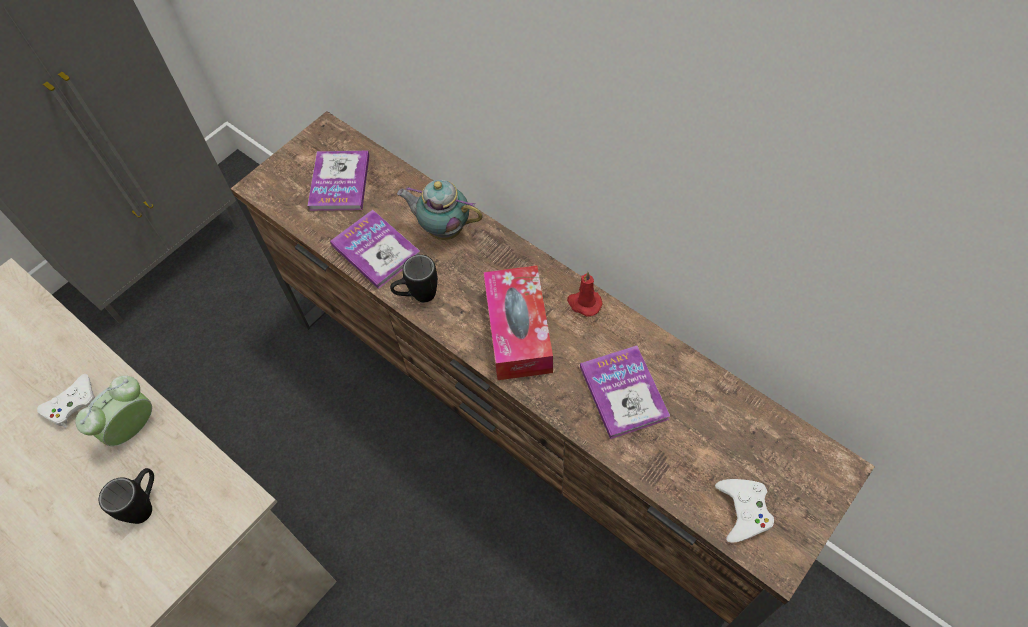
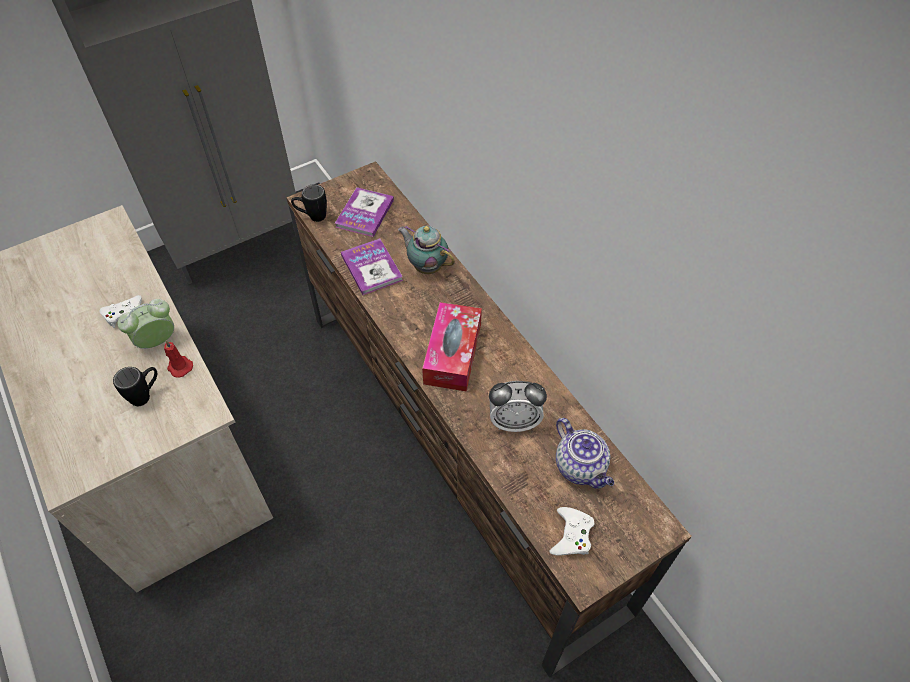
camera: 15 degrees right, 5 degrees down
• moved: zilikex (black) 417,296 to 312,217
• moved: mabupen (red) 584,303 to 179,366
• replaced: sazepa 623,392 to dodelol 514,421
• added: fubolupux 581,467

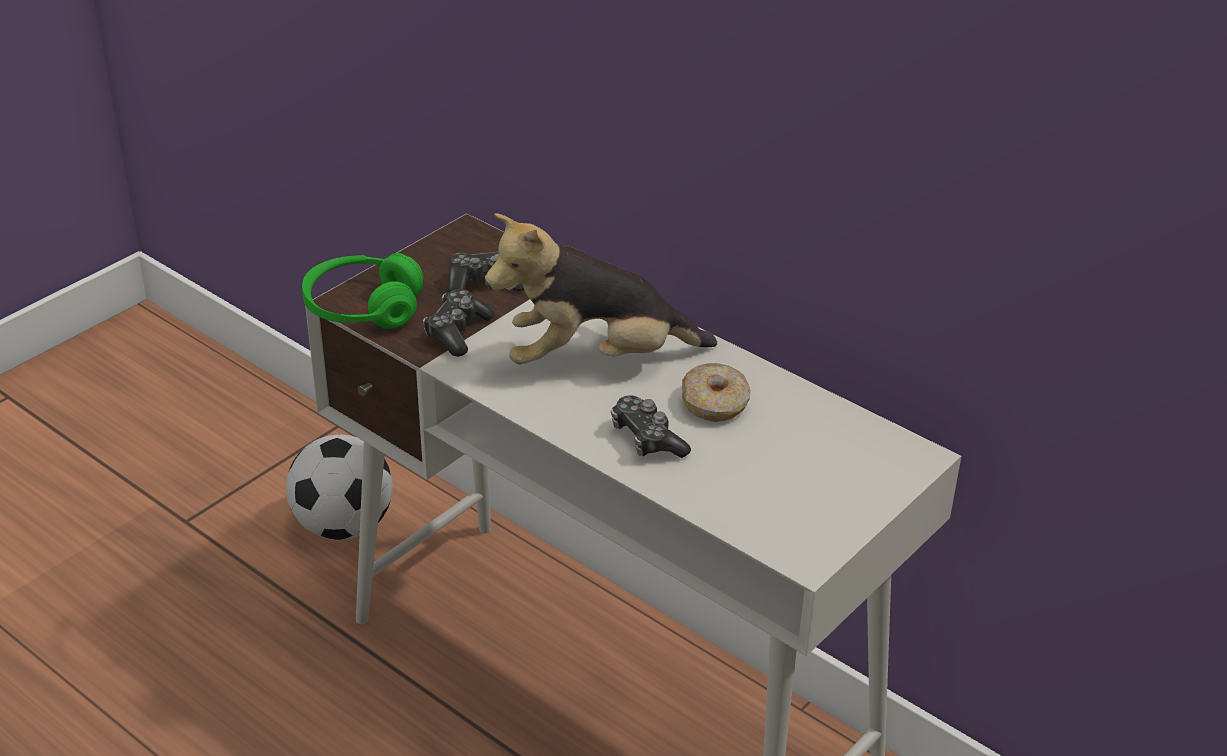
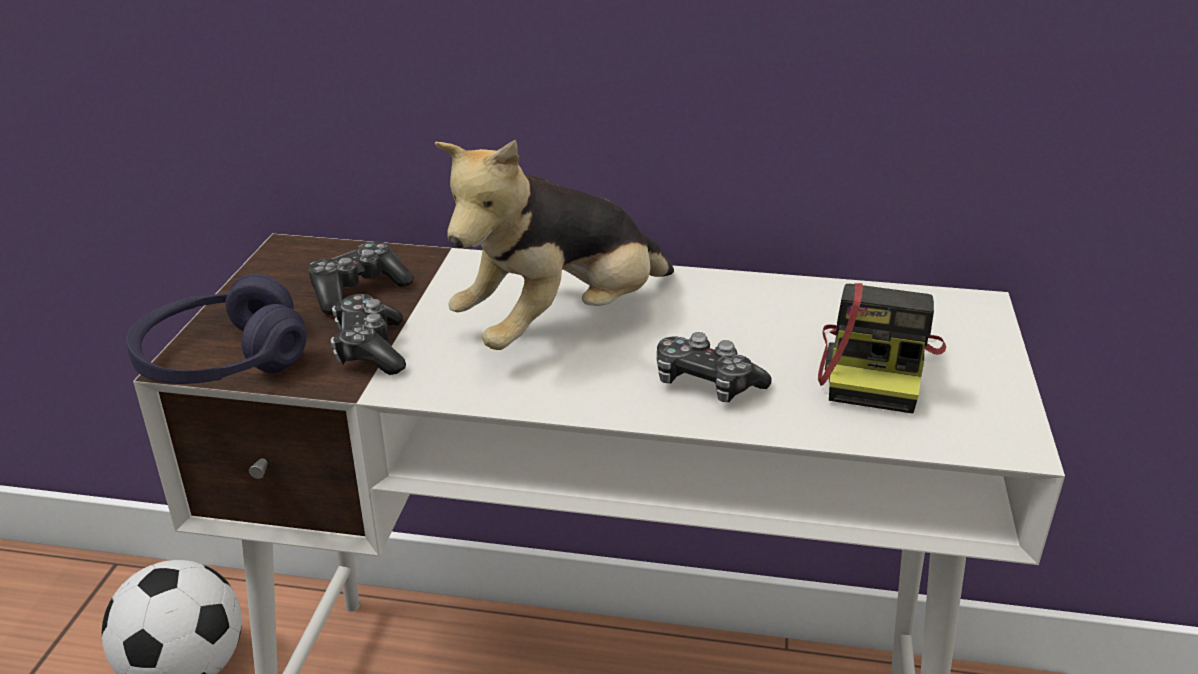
camera: 30 degrees left, 5 degrees down
• recoloured: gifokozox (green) 363,308 to gifokozox (purple) 222,361
• removed: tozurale 715,403
• added: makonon 877,367

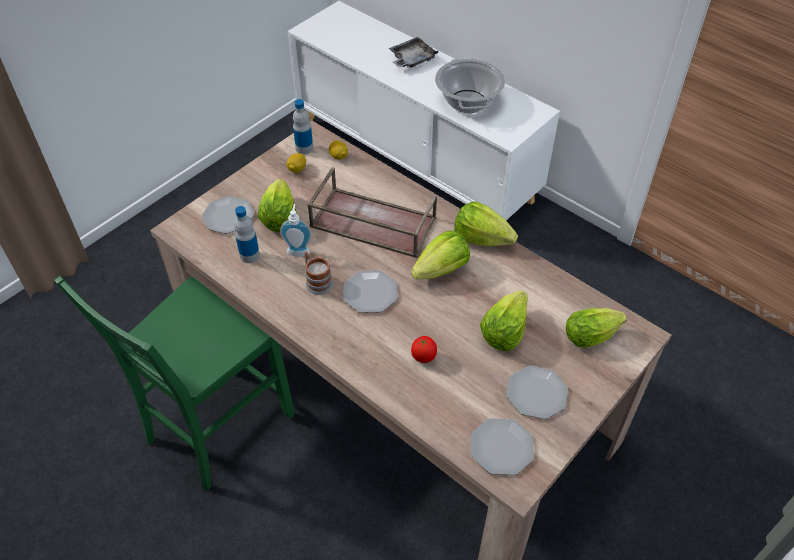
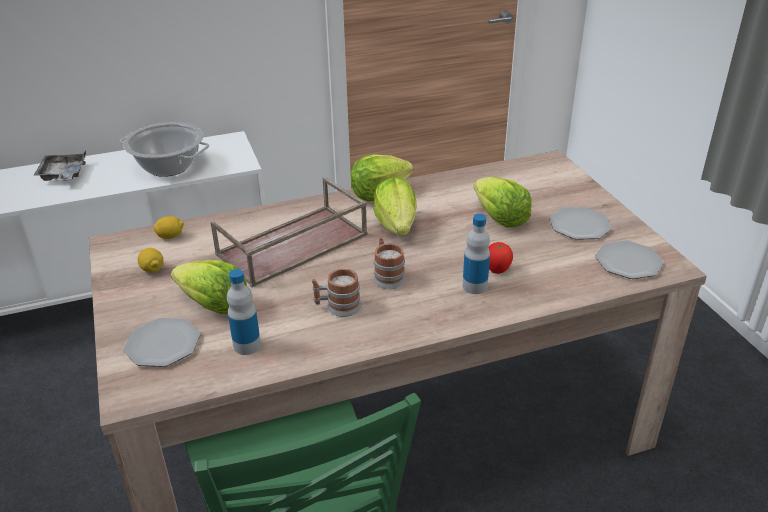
camera: 60 degrees left, 15 degrees down
• removed: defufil 298,250
• moved: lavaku 304,148 to 474,286
• replaced: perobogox 370,293 to zilikex 387,276
• removed: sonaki 593,335

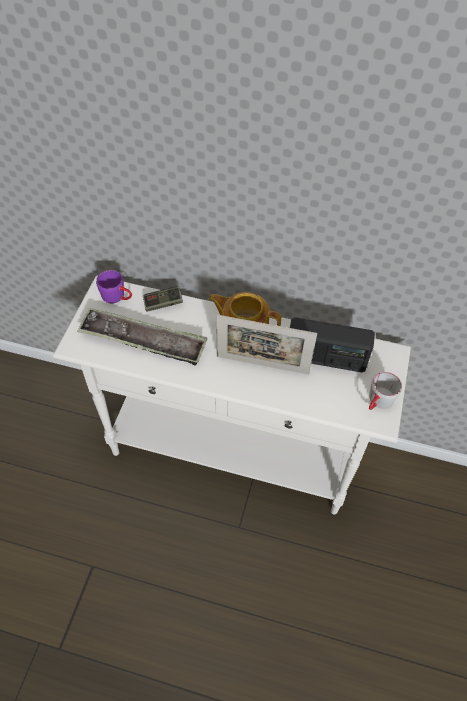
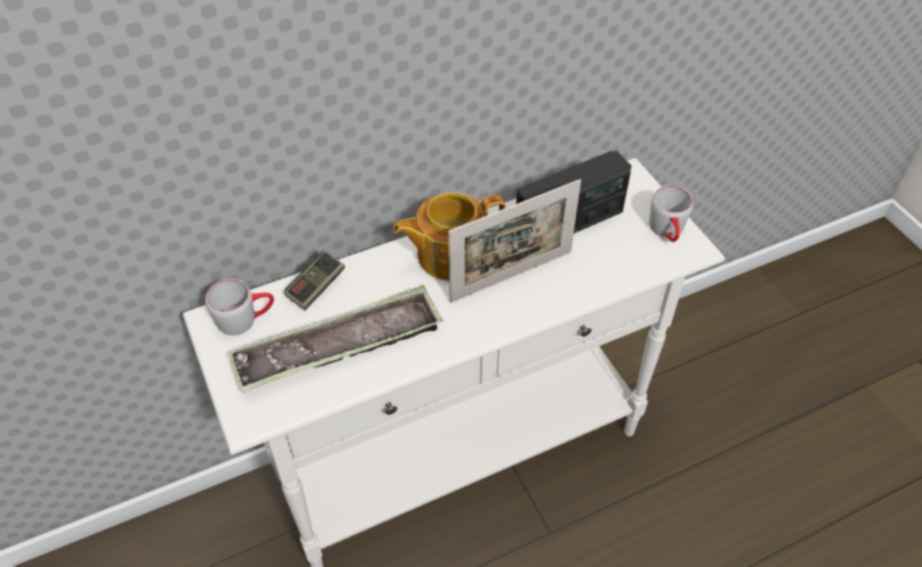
camera: 40 degrees left, 5 degrees down
• recoloured: zilikex (purple) 118,297 to zilikex (grey) 245,318

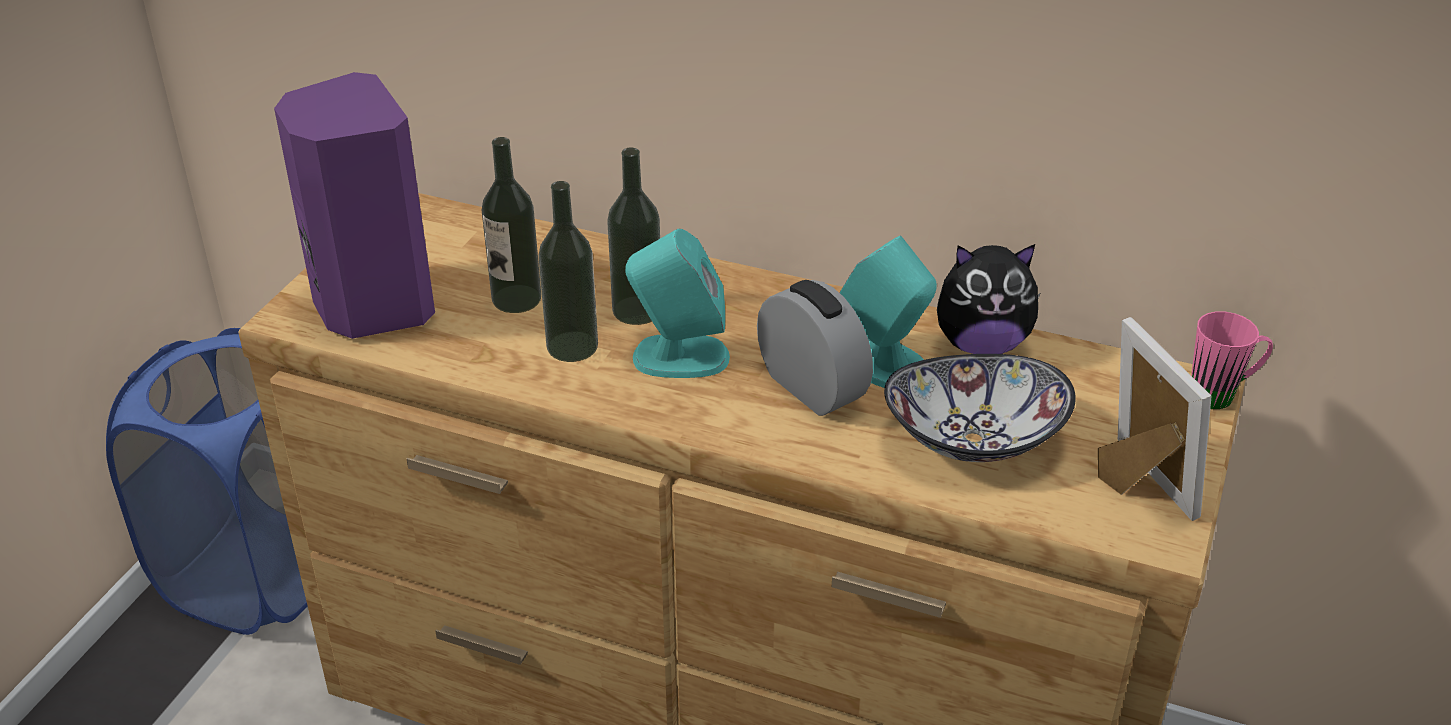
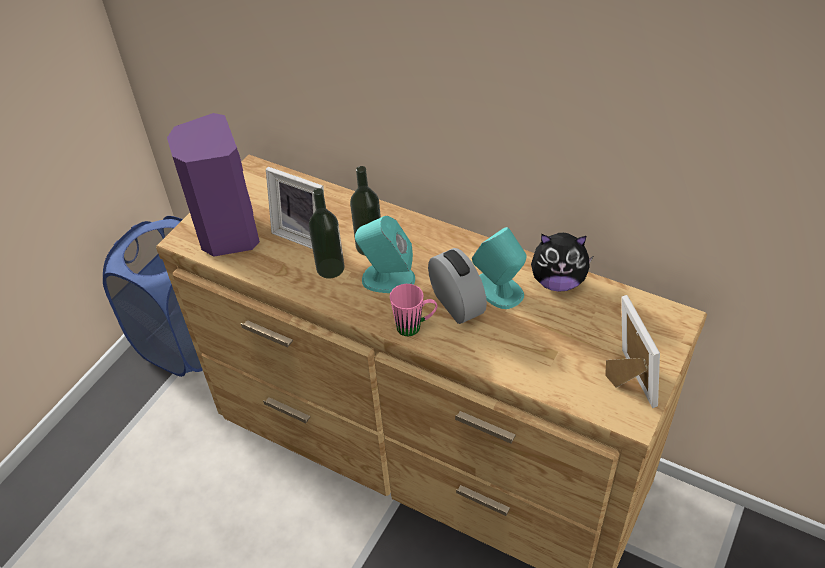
camera: 10 degrees right, 10 degrees up
• replaced: lavaku 516,299 to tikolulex 305,234
• removed: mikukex 973,438
• moved: zilikex (pink) 1222,395 to 415,327

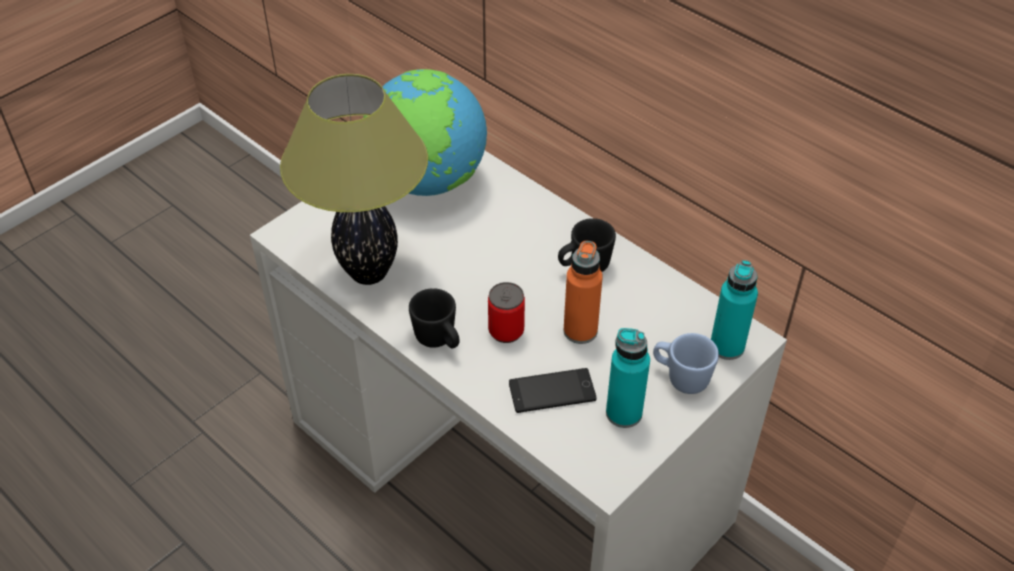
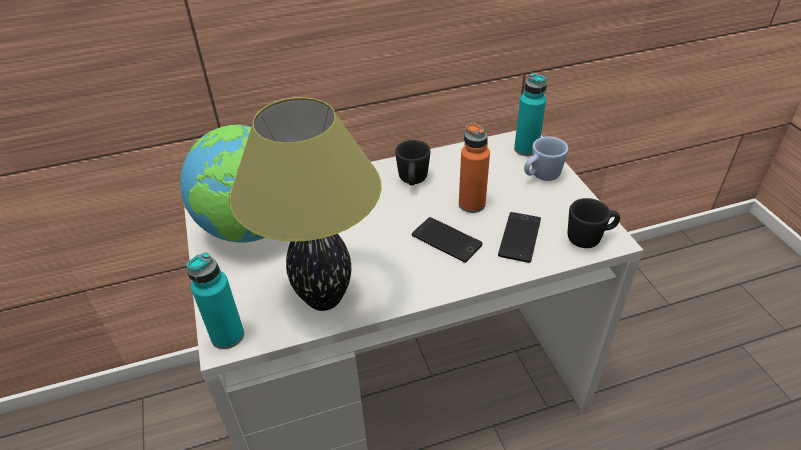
camera: 60 degrees left, 5 degrees down
• moved: zilikex (black) 439,340 to 589,238
• replaced: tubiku 506,330 to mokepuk 446,240
• moved: lavaku (turquoise) 624,413 to 227,336

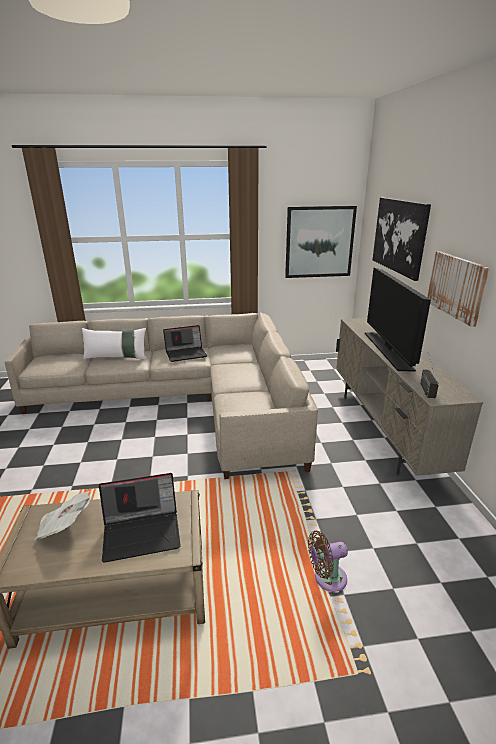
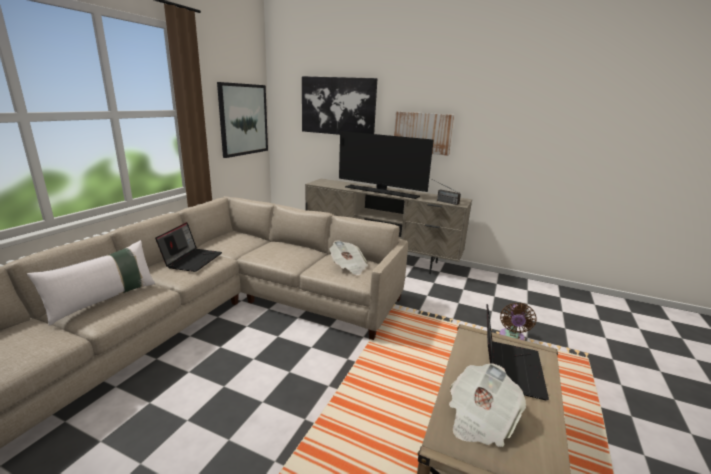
camera: 60 degrees left, 5 degrees down
• added: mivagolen 348,267

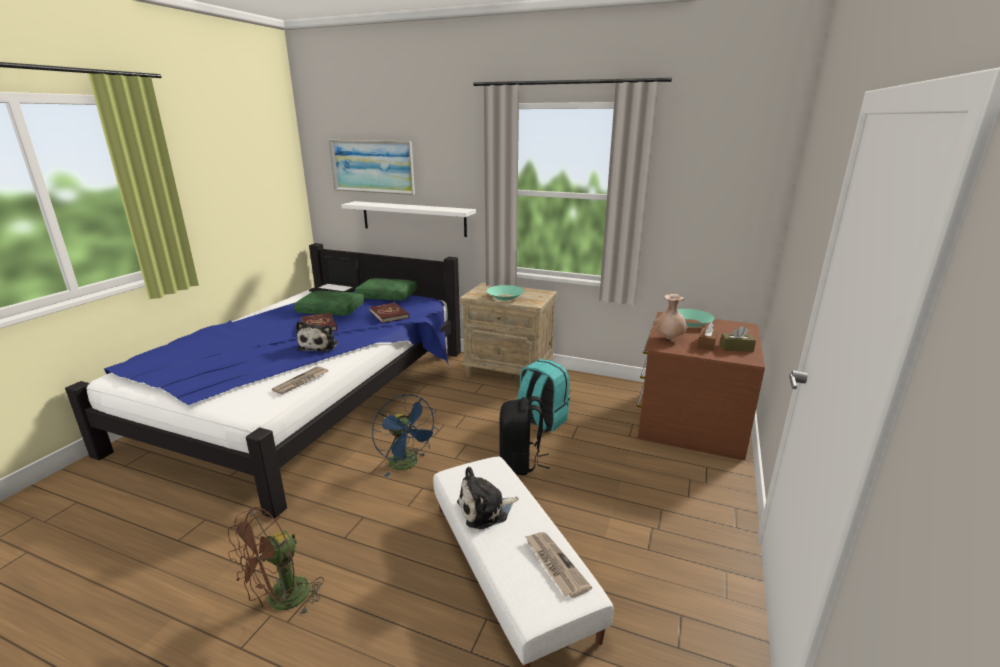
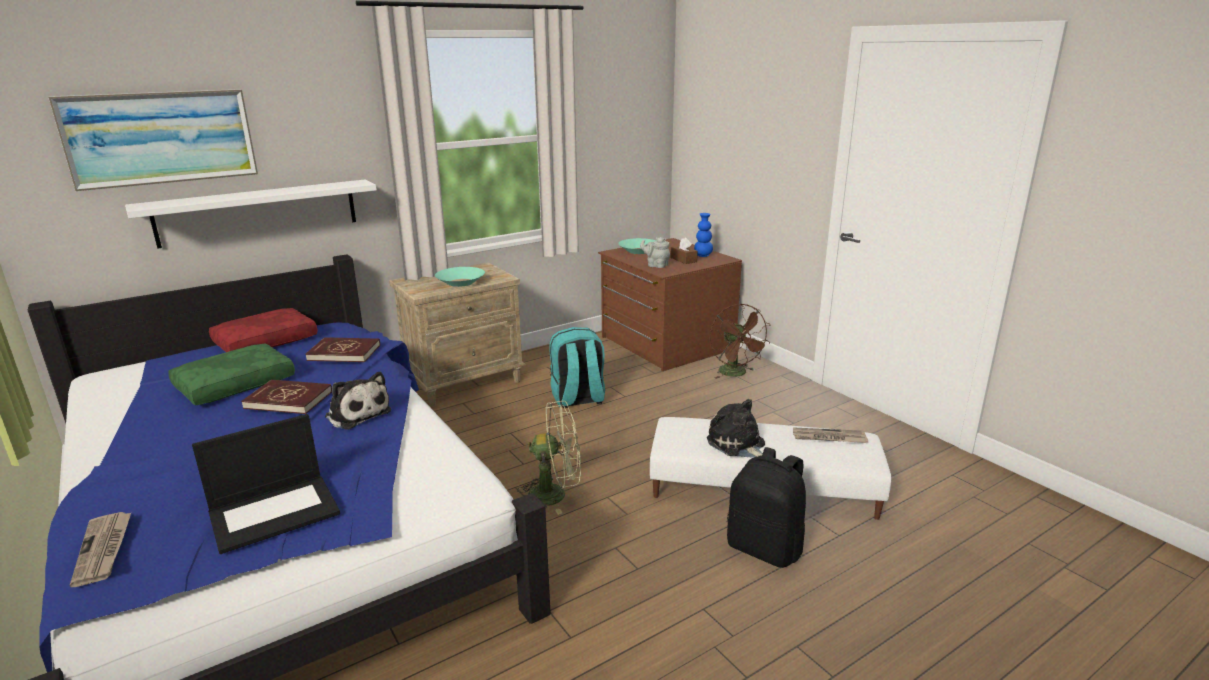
camera: 55 degrees left, 0 degrees up
• moved: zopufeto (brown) 281,601 to 736,374
• moved: mivagolen 301,382 to 104,550
• moved: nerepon 336,289 to 275,512
• recoloured: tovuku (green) 388,296 to tovuku (red) 266,341
• recoloured: zopufeto (blue) 407,464 to zopufeto (green) 555,494
• turned: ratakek 485,510 = 737,444 135 degrees clockwise
• moved: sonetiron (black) 520,462 to 765,548
• replaced: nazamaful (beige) 669,338 to fubolupux (grey) 656,265
• replaced: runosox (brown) 736,348 to nazamaful (blue) 703,255

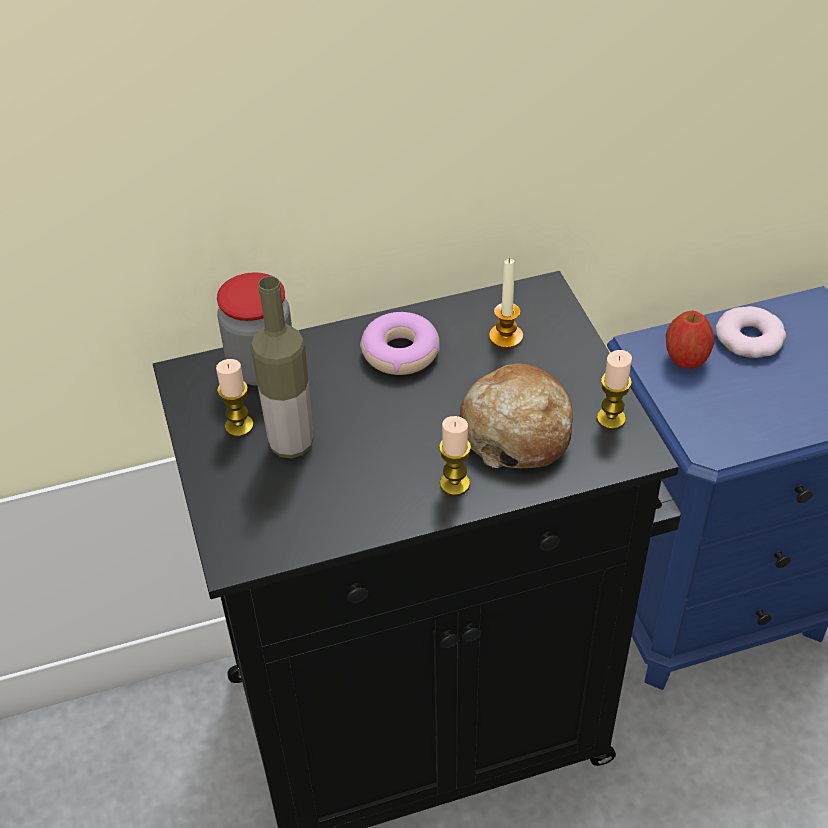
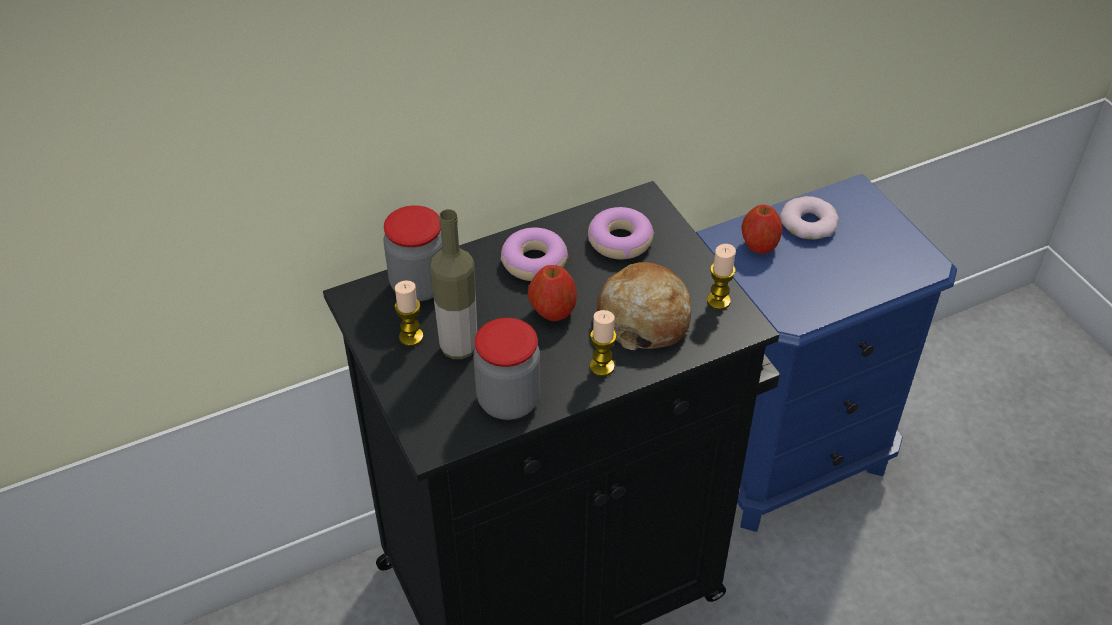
camera: 10 degrees left, 0 degrees up
• replaced: mabupen 506,337 to tozurale 619,241
• added: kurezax 508,400
• added: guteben 553,312

